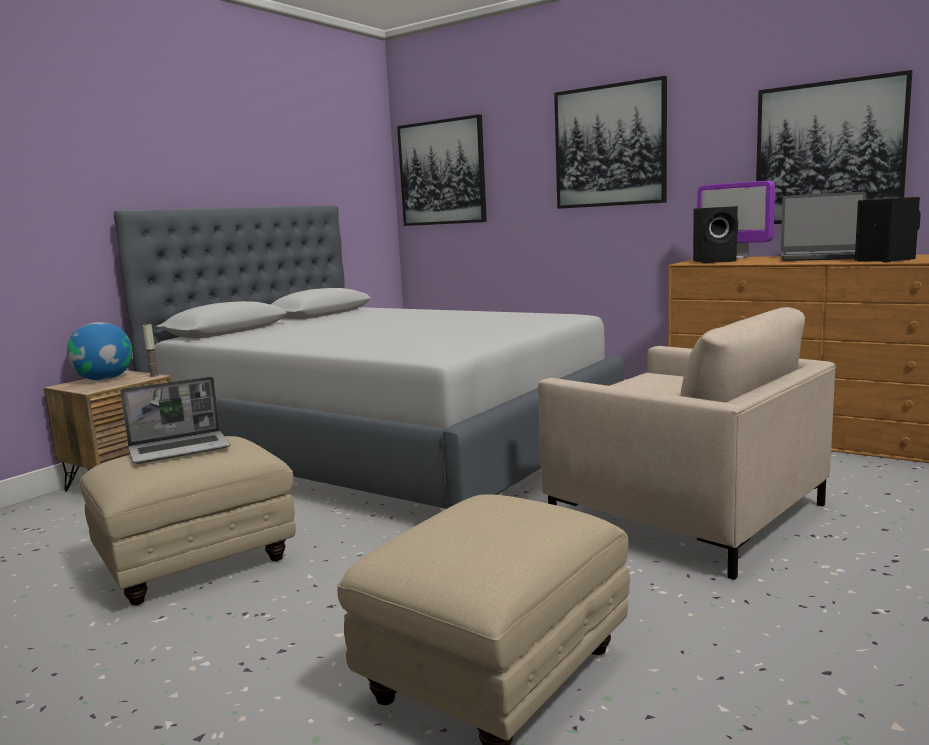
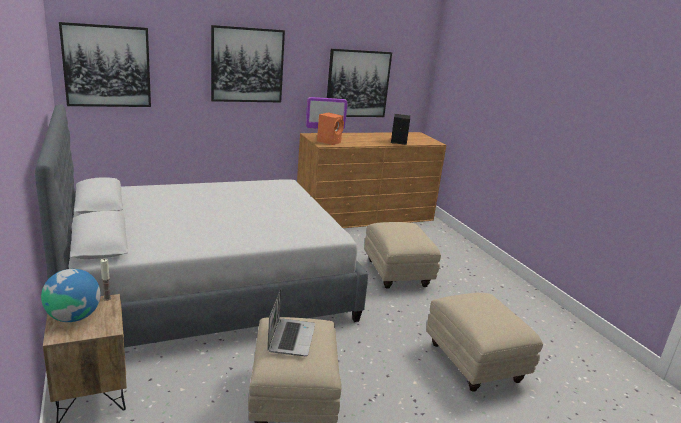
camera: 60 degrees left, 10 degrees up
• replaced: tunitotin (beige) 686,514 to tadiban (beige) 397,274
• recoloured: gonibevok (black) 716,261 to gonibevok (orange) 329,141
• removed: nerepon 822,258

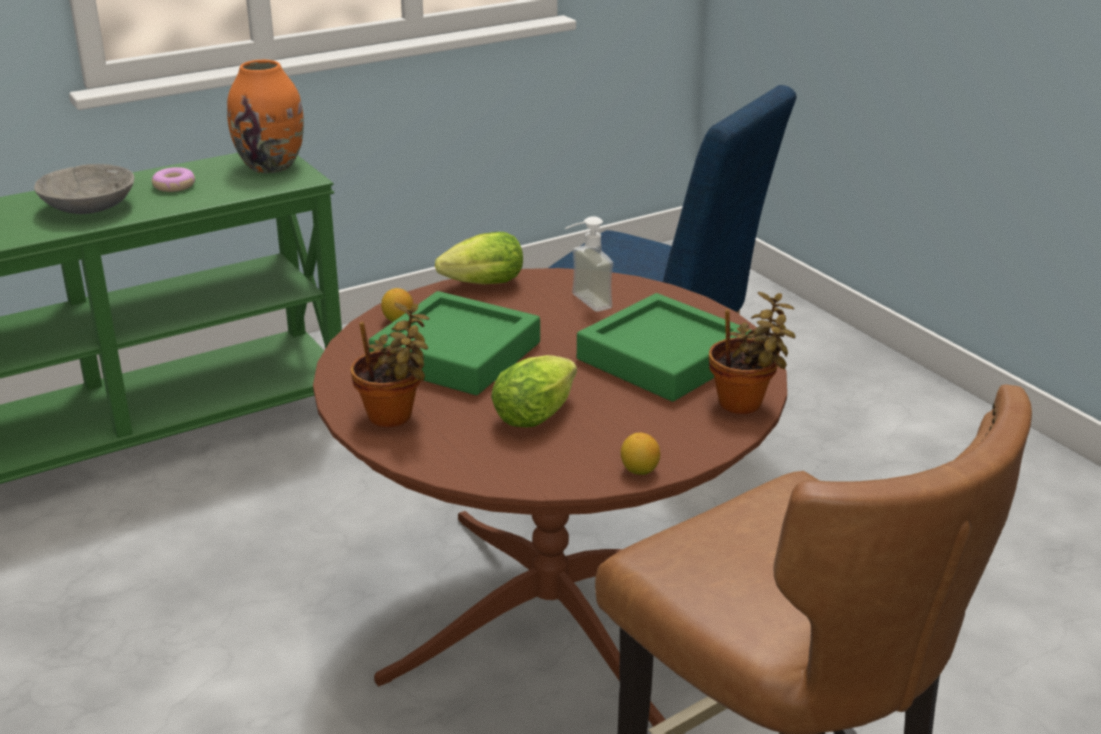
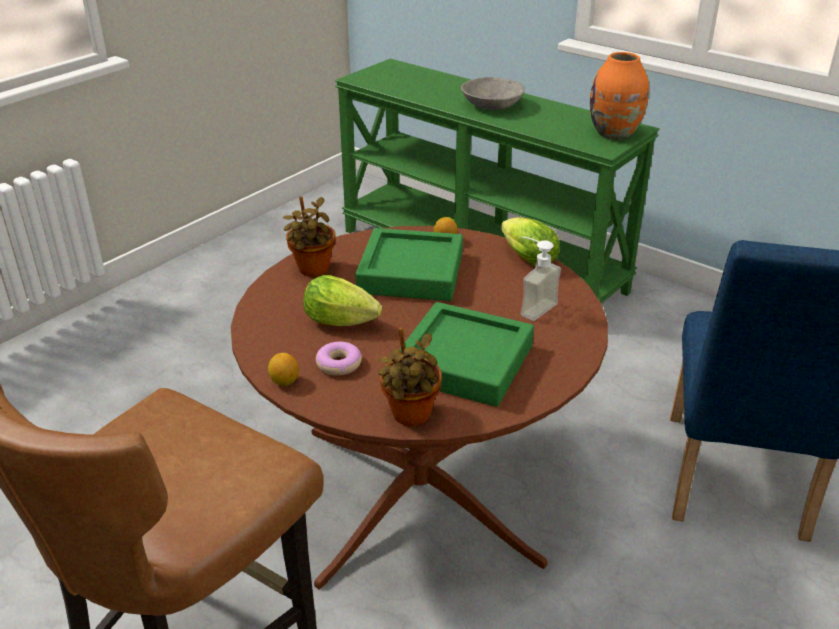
camera: 70 degrees right, 5 degrees up
• moved: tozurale 174,186 to 338,364

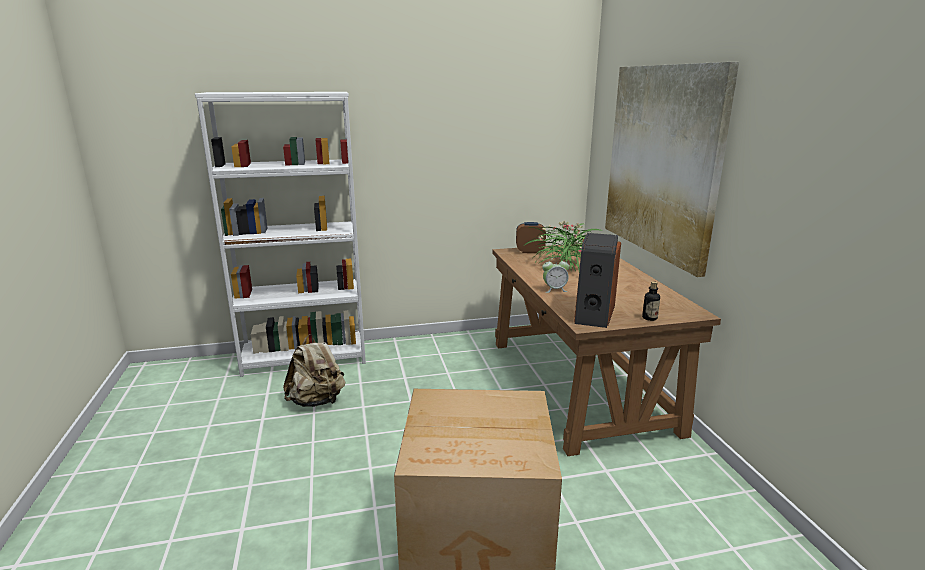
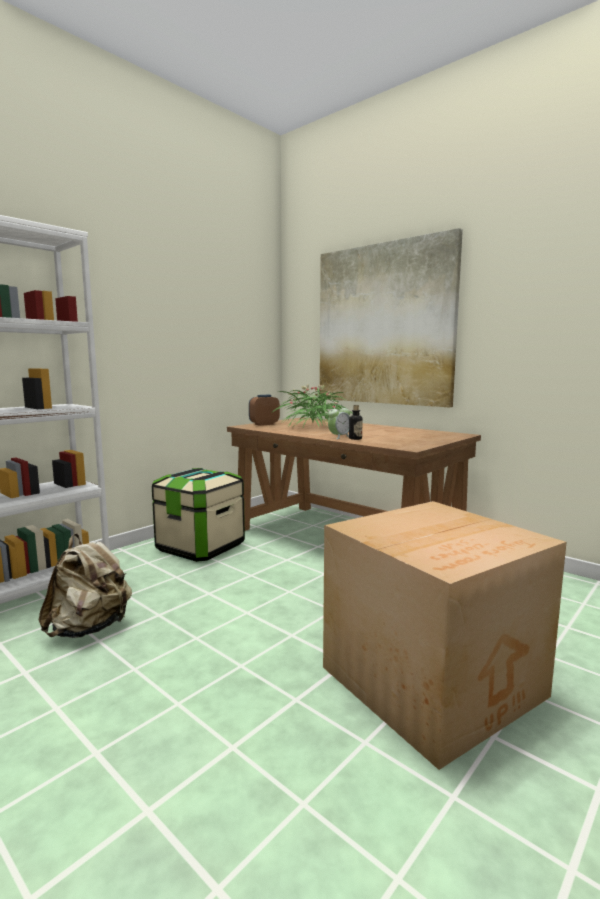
camera: 35 degrees left, 10 degrees down
• removed: gonibevok 593,313
• moved: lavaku 649,318 to 355,439
• added: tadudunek 200,547

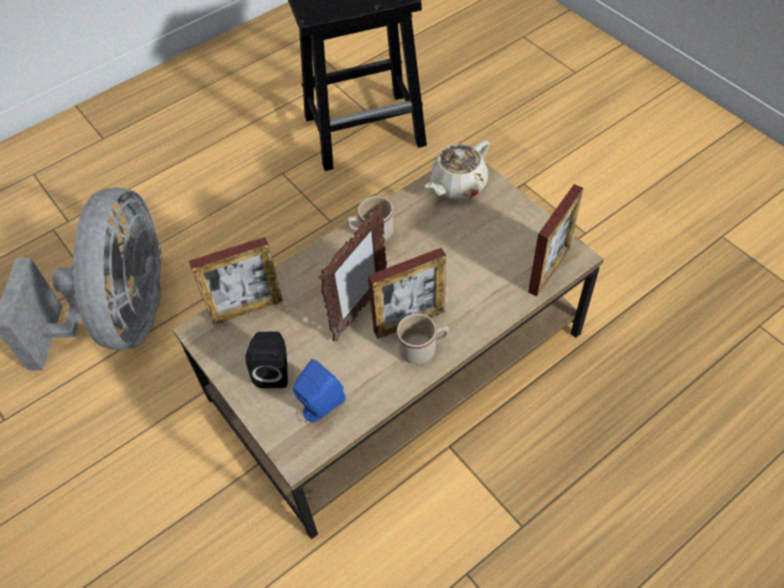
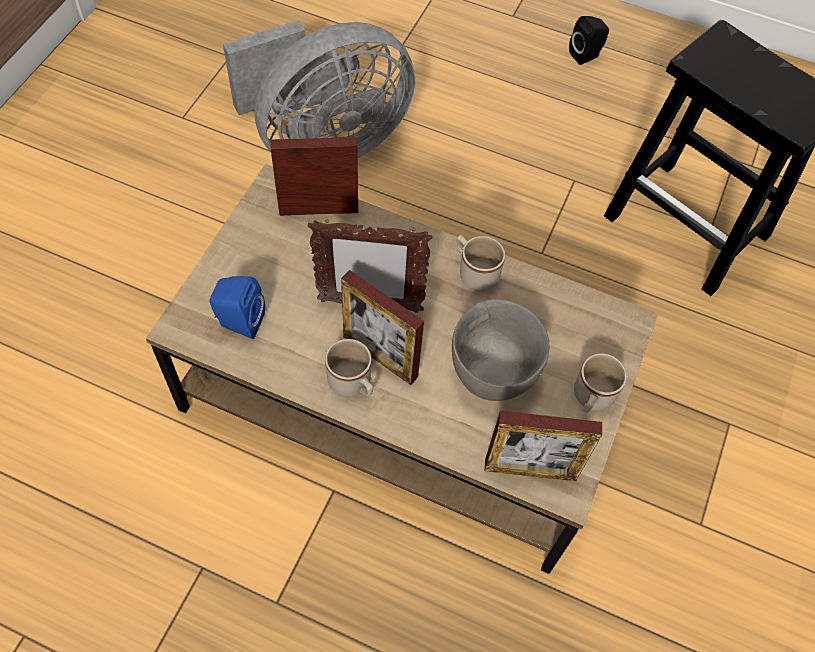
camera: 55 degrees right, 5 degrees up
• turned: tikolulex 247,309 = 318,210 135 degrees clockwise
• moved: gonibevok (black) 274,371 to 586,55
• removed: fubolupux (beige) 457,185
• added: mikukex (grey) 492,374
• added: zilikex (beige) 591,399

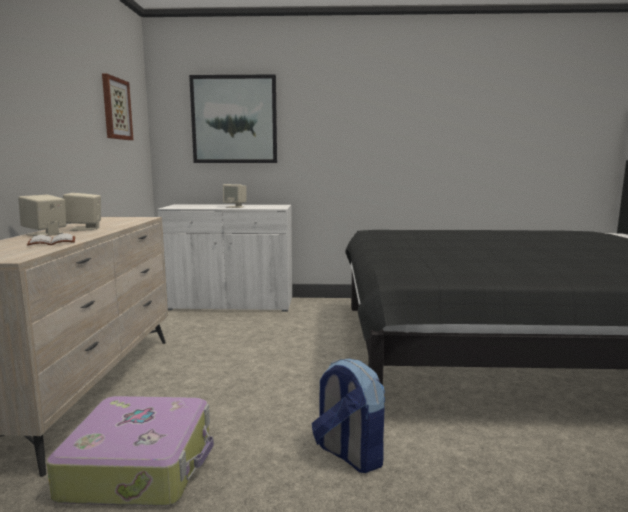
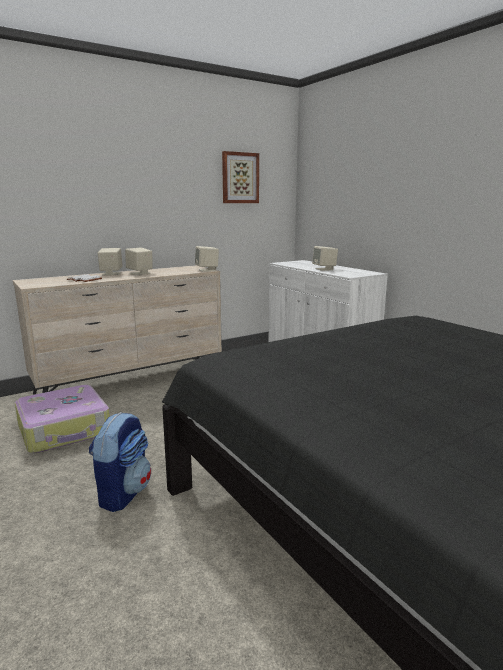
camera: 55 degrees right, 5 degrees up
• removed: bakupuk 234,120
• added: gonibevok (beige) 207,270

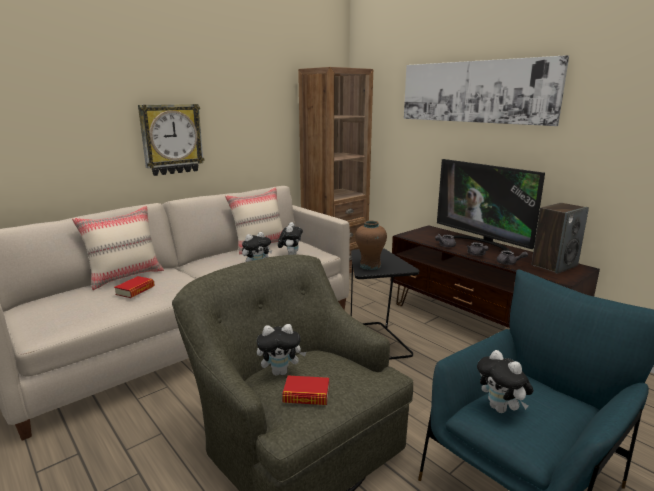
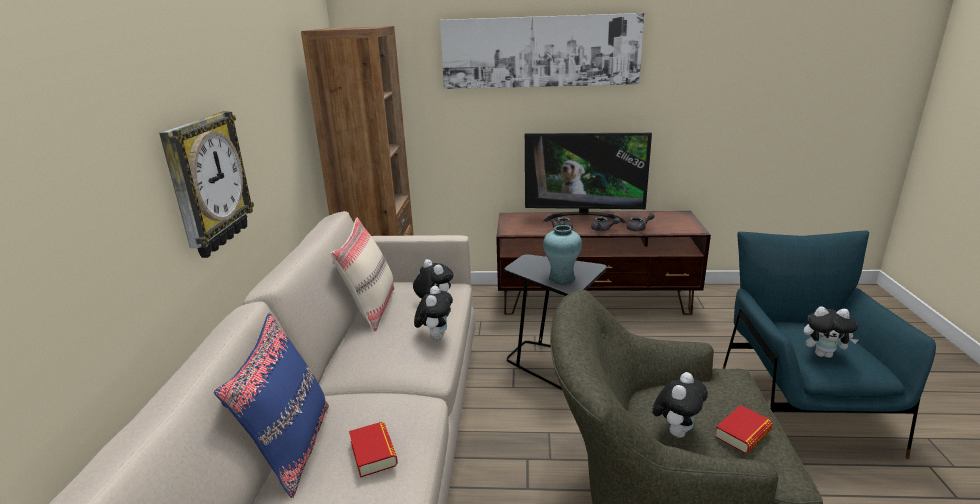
camera: 45 degrees left, 5 degrees up
• recoloured: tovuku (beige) 125,277 to tovuku (blue) 291,447
• recoloured: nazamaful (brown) 370,266 to nazamaful (turquoise) 562,279
• removed: gonibevok 554,265

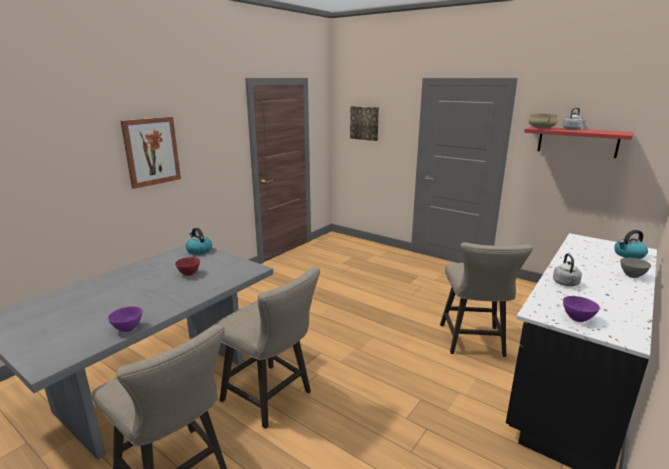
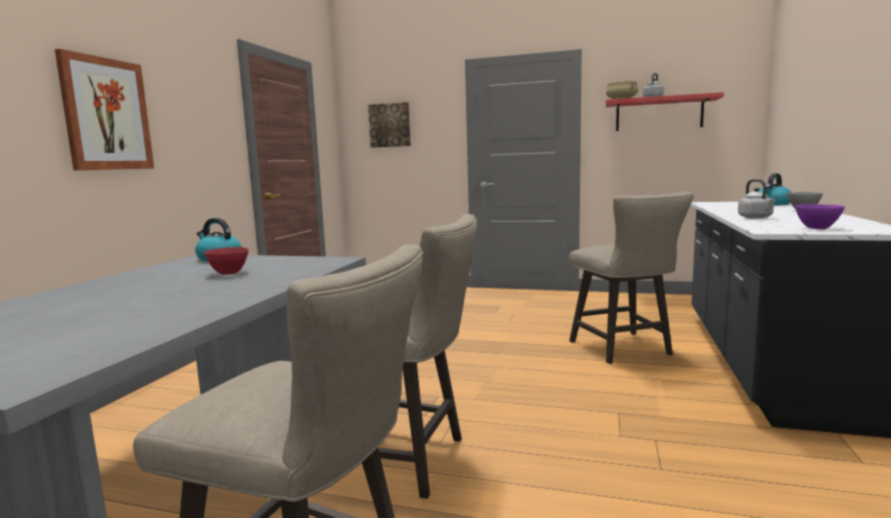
camera: 20 degrees left, 10 degrees down
• removed: mikukex (purple) 128,329

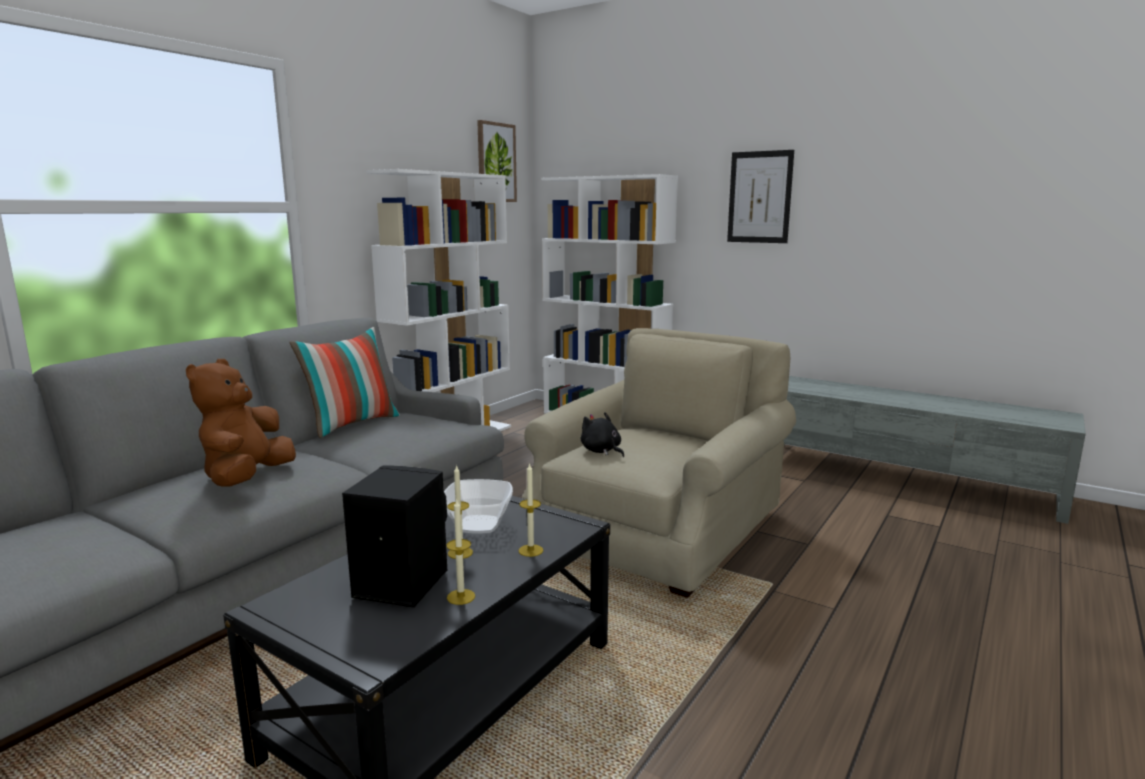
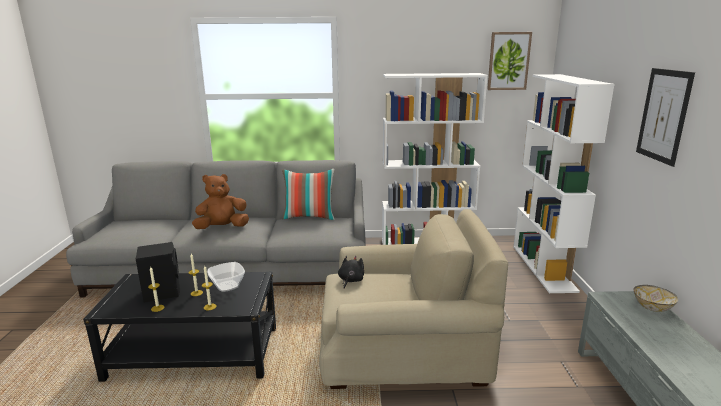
camera: 55 degrees right, 5 degrees up
• added: mikukex 652,307

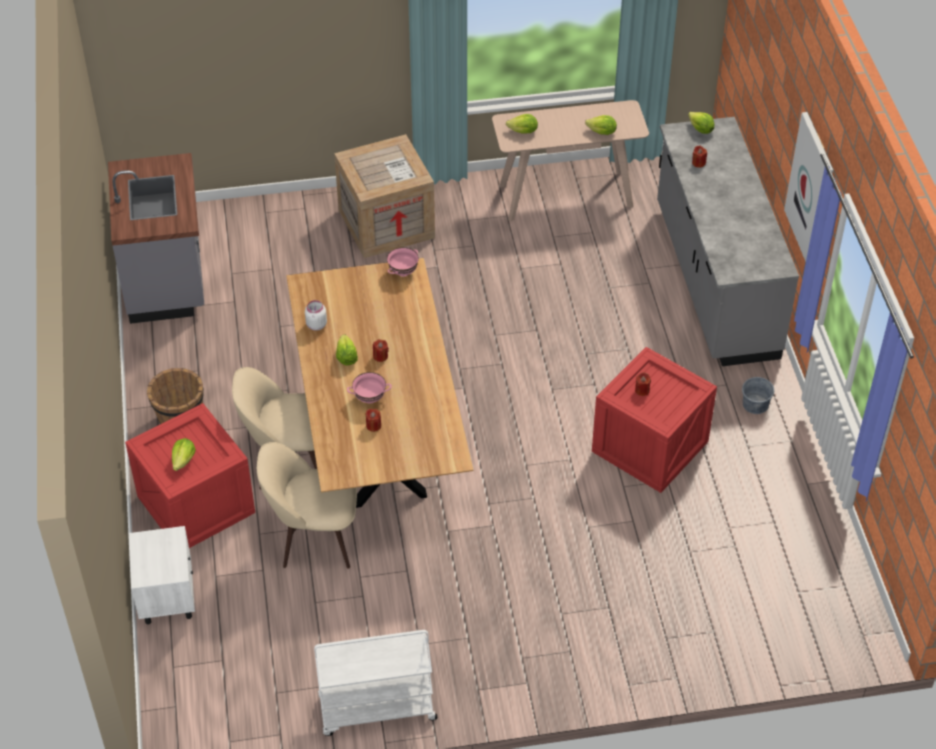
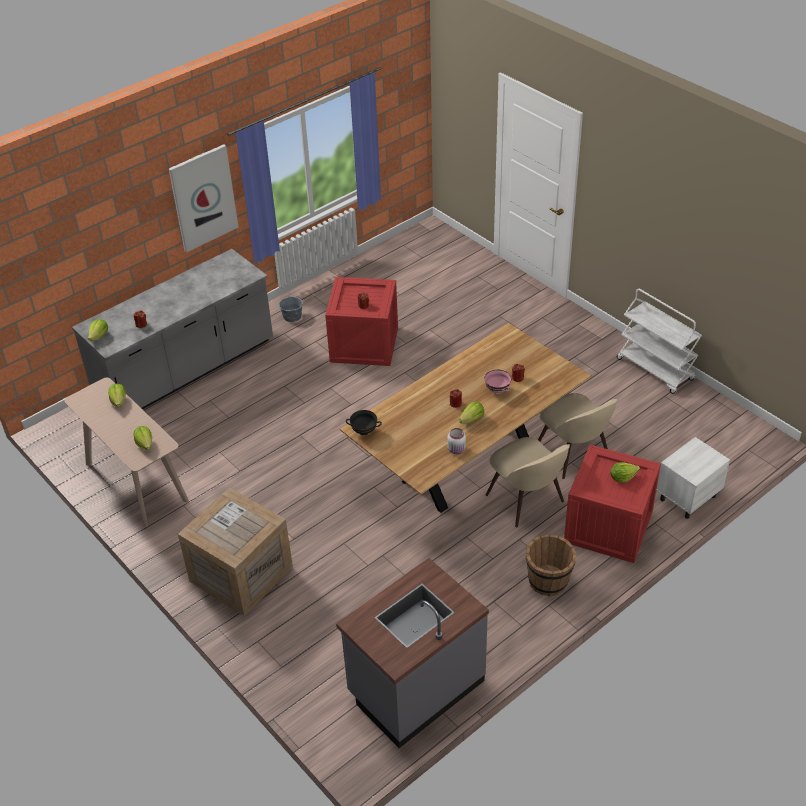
camera: 120 degrees left, 5 degrees down
• recoloured: mikukex (pink) 403,272 to mikukex (black) 364,432

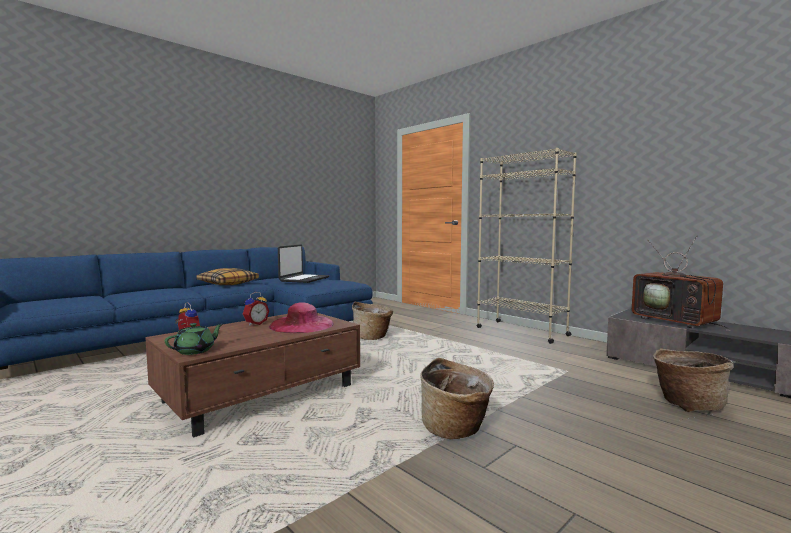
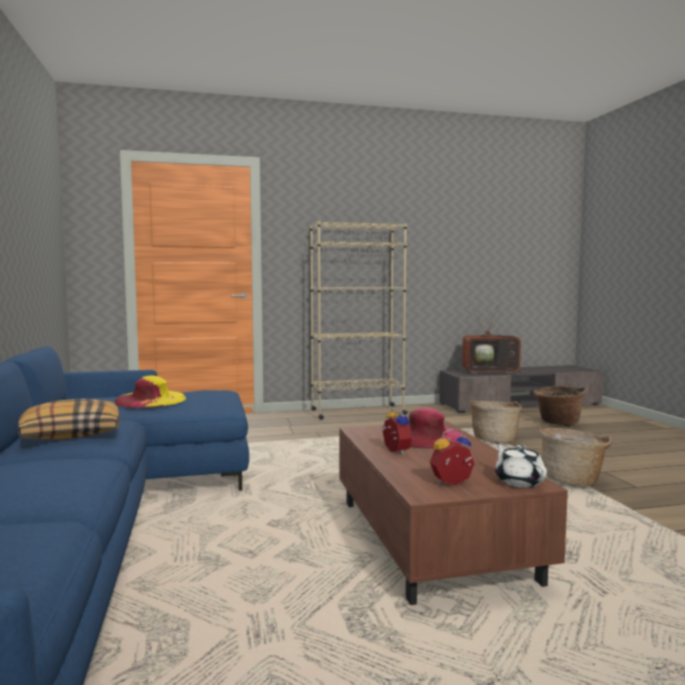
camera: 60 degrees left, 0 degrees up
• recoloured: fubolupux (green) 195,351 to fubolupux (white) 519,481
• replaced: nerepon 304,279 to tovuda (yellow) 150,400
• moved: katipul 372,337 to 494,440

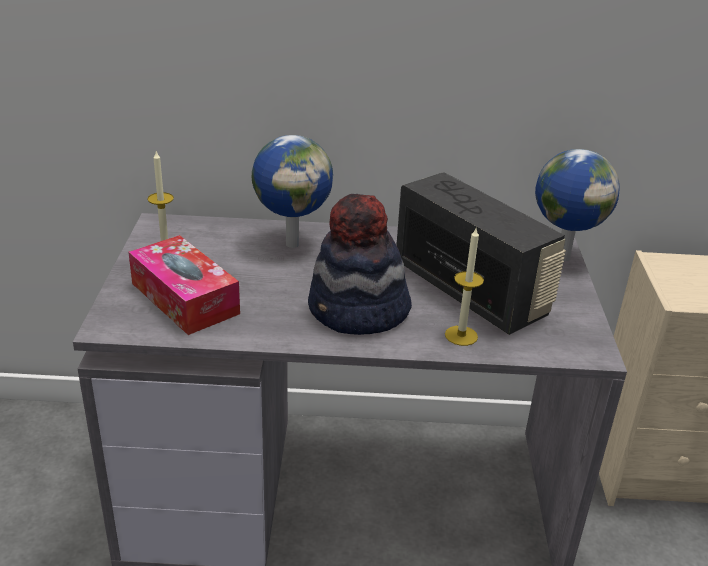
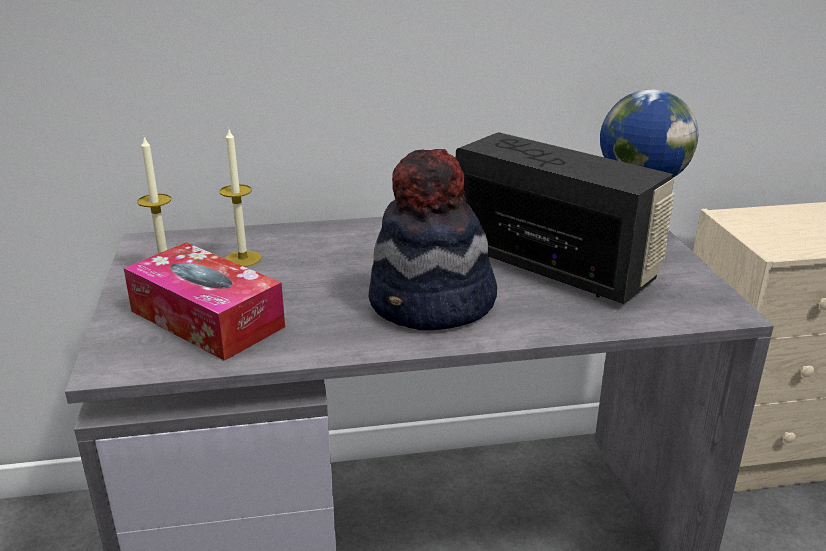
camera: 10 degrees left, 5 degrees down
• removed: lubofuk 292,243
• moved: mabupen 461,335 to 243,259

